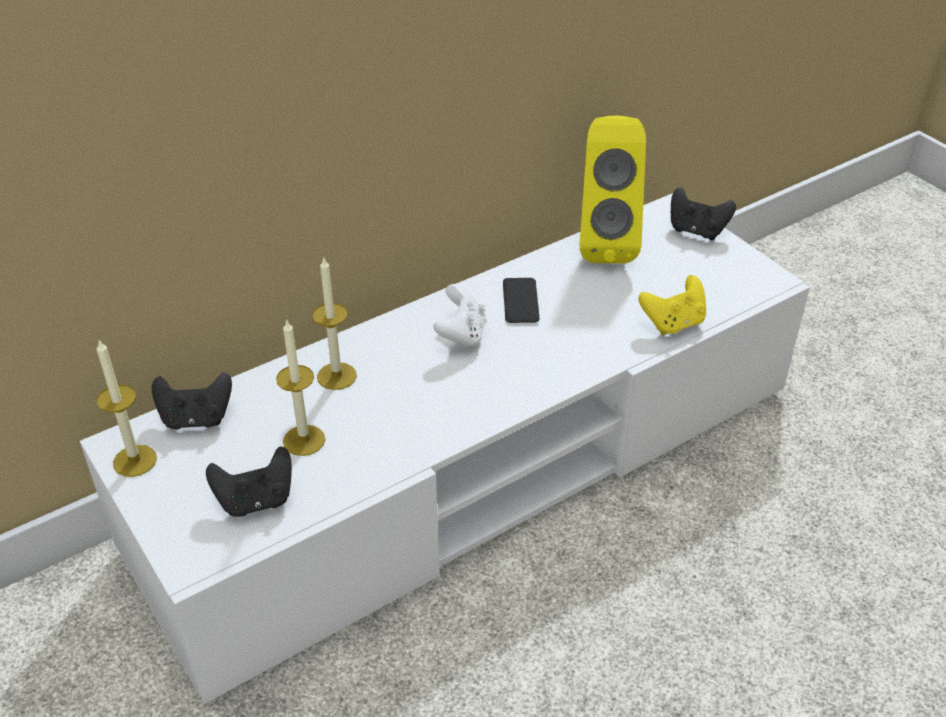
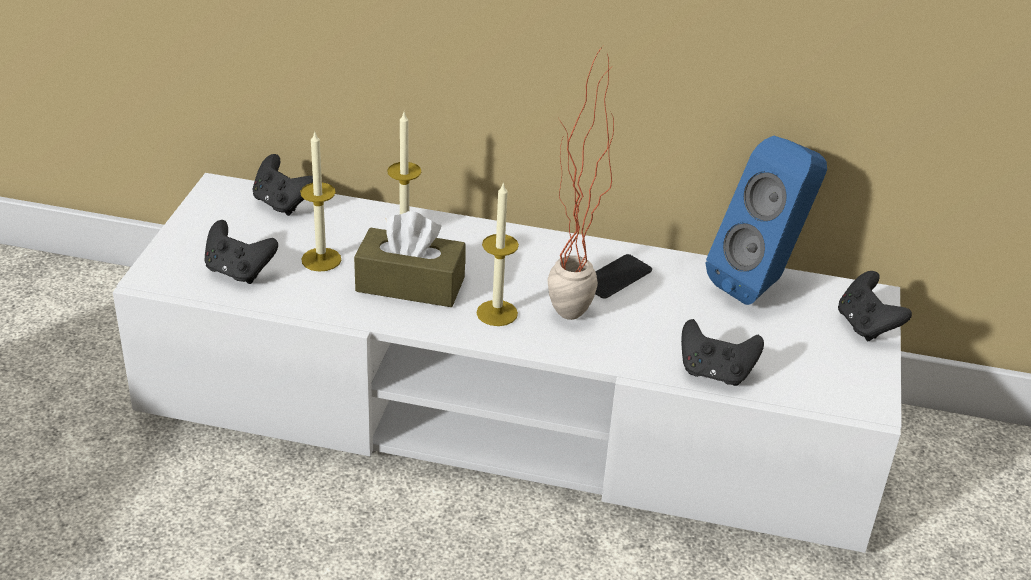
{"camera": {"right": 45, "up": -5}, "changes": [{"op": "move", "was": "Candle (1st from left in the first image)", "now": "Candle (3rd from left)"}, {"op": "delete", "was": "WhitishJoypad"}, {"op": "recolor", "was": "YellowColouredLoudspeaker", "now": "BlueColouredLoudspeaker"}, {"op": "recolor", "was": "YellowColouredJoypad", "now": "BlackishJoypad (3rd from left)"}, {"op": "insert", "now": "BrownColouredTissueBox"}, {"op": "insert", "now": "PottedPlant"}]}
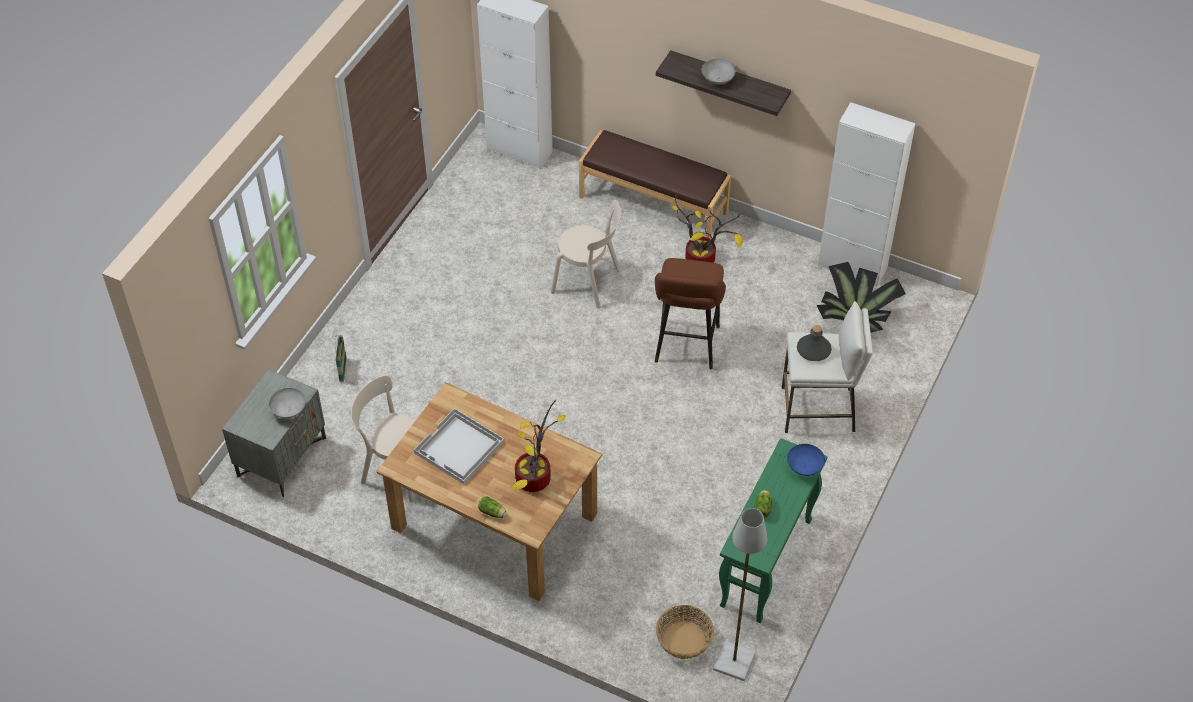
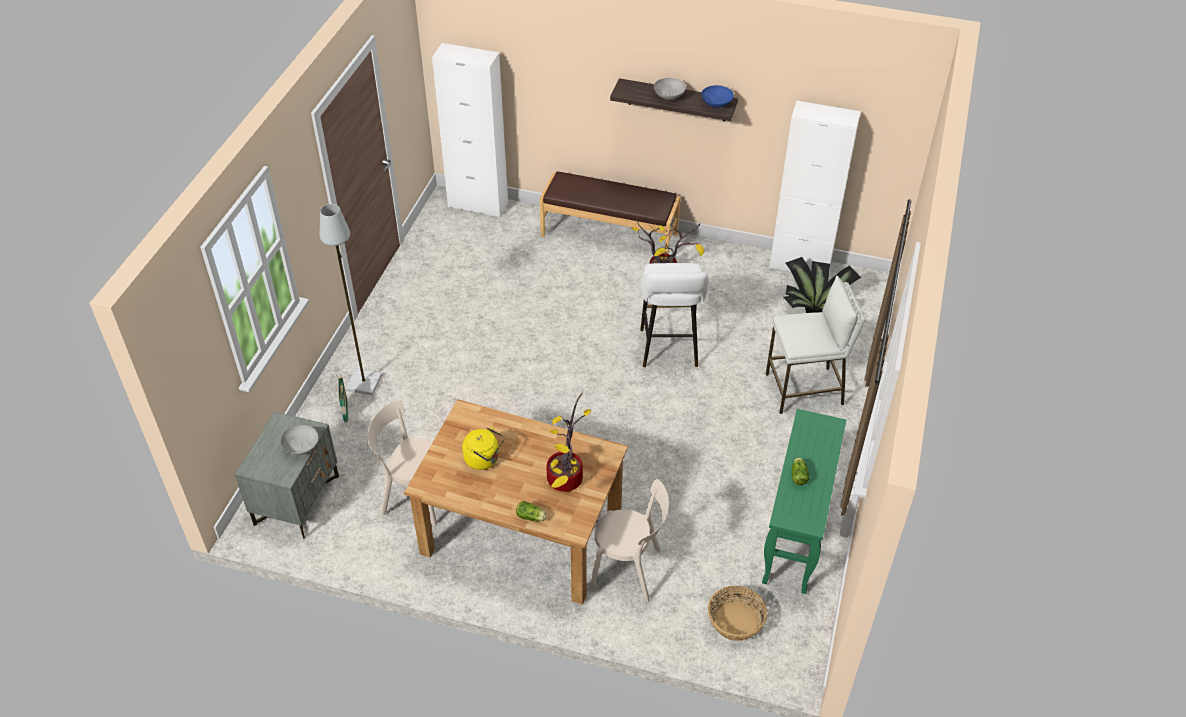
{"camera": {"right": -10, "up": -5}, "changes": [{"op": "replace", "was": "WhitishCarryingTray", "now": "YellowColouredWaterKettle"}, {"op": "move", "was": "SandColouredPlainChair (2nd from left)"}, {"op": "recolor", "was": "BrownColouredStoolSeat", "now": "WhitishStoolSeat (1st from left)"}, {"op": "move", "was": "GreyFloorLamp"}, {"op": "move", "was": "BlueColouredDeepDish"}, {"op": "delete", "was": "GreyBottle"}]}
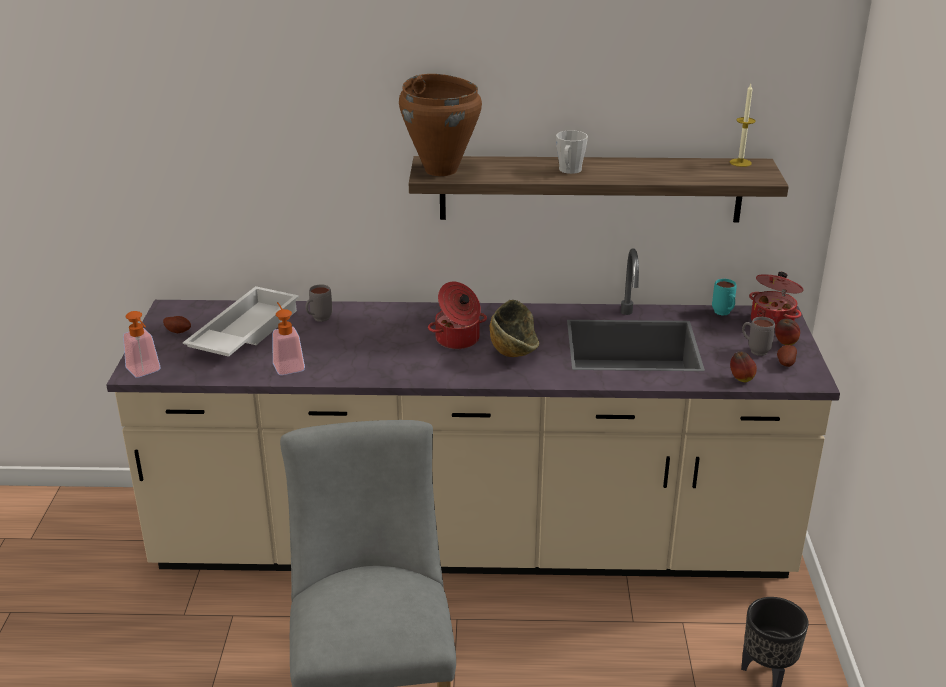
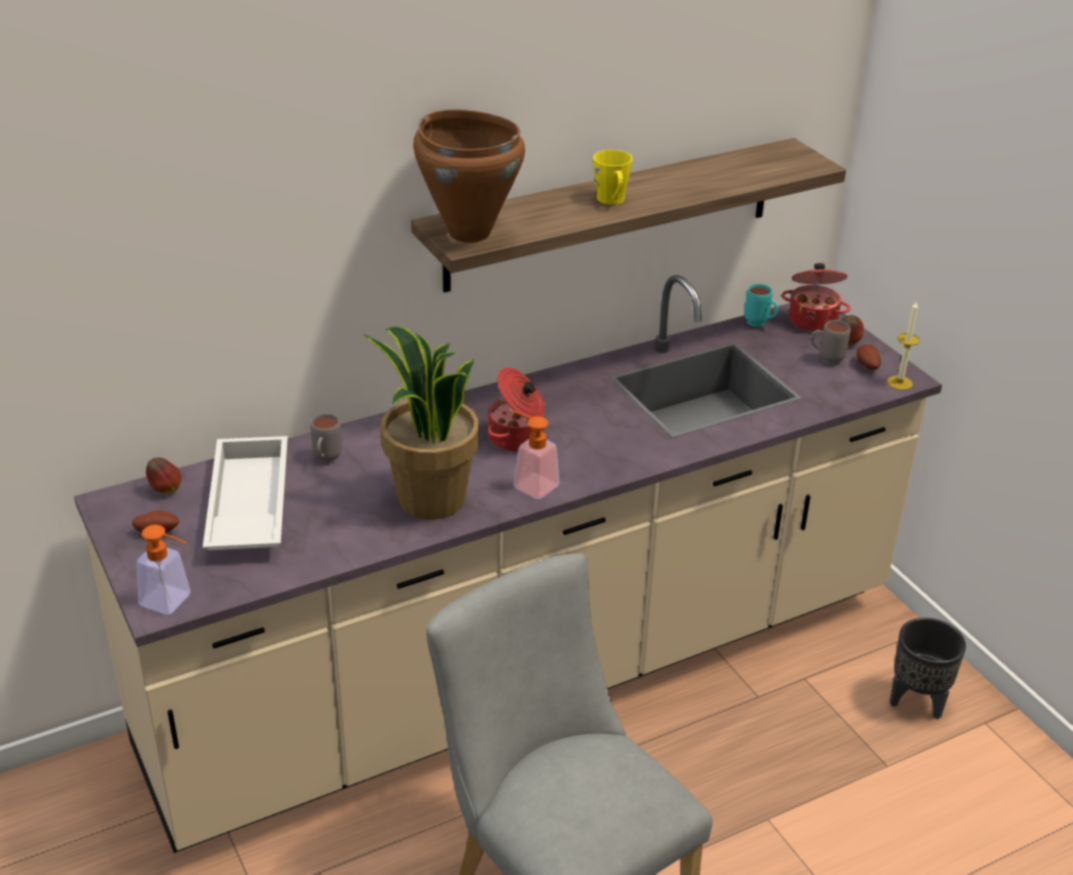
{"camera": {"right": -30, "up": 5}, "changes": [{"op": "move", "was": "LiquidSoapBottle (2nd from left)"}, {"op": "delete", "was": "DeepDish"}, {"op": "recolor", "was": "GreyTeaMug (2nd from left)", "now": "YellowColouredTeaMug"}, {"op": "move", "was": "Candle"}, {"op": "move", "was": "Apple (1st from left)"}, {"op": "insert", "now": "PottedPlant"}]}
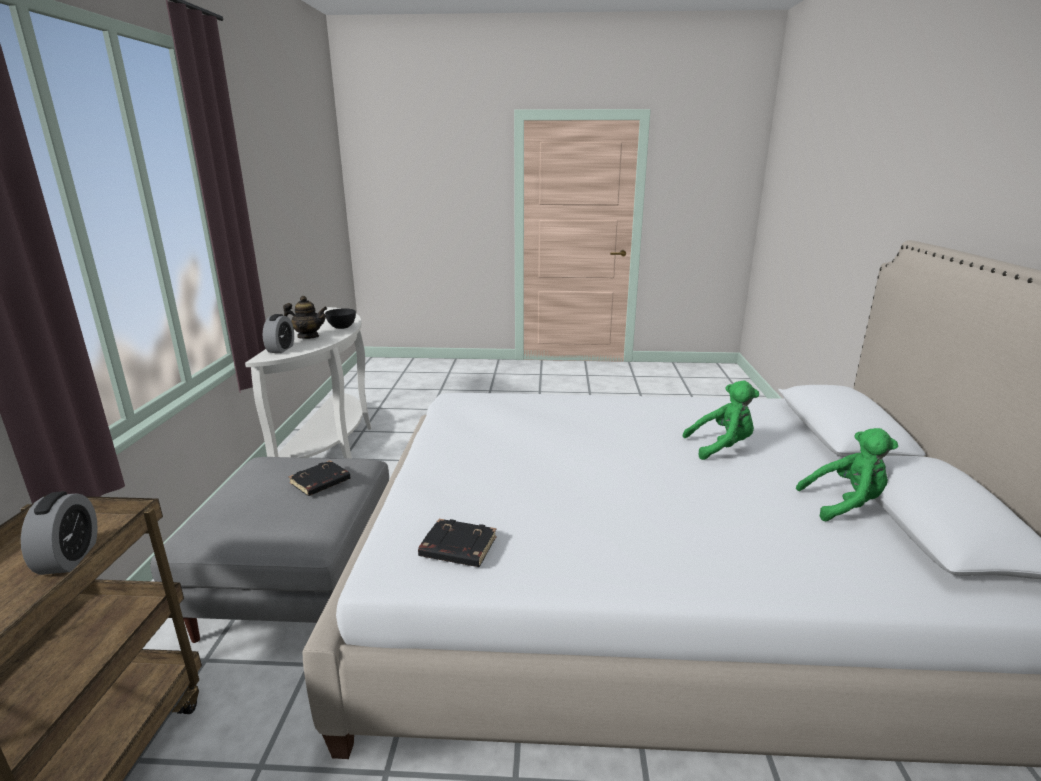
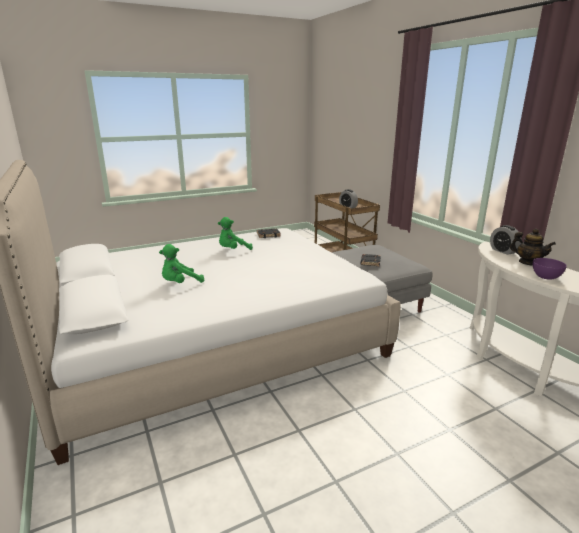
{"camera": {"right": 150, "up": 0}, "changes": [{"op": "rotate", "was": "PotForTea", "clockwise": -105}, {"op": "recolor", "was": "BlackishDeepDish", "now": "PurplishDeepDish"}, {"op": "move", "was": "GreenSoftToy (2nd from left)"}]}
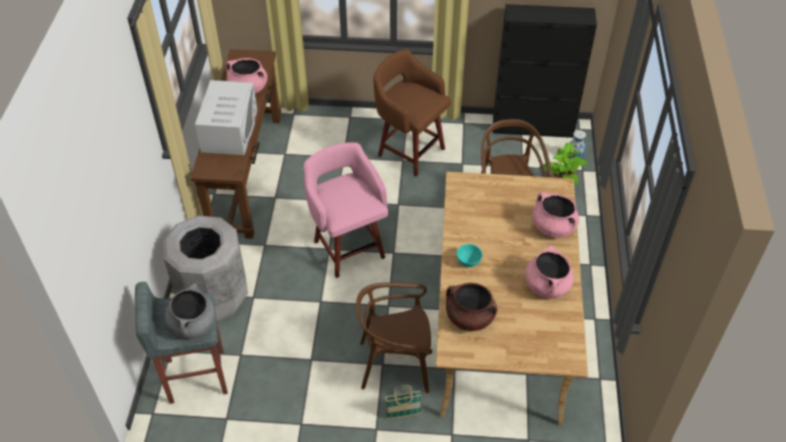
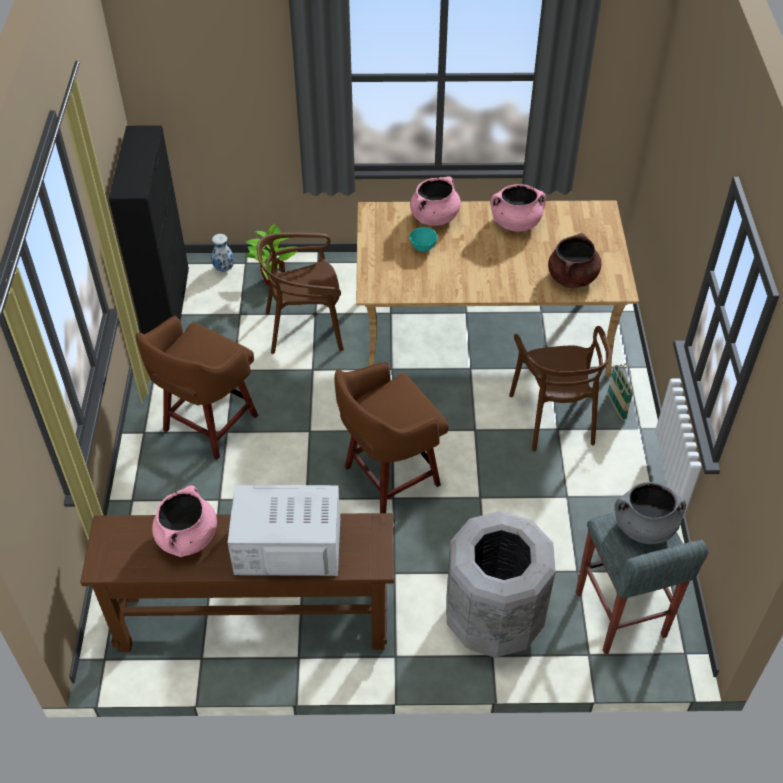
{"camera": {"right": -95, "up": 0}, "changes": [{"op": "recolor", "was": "PinkishStoolSeat", "now": "BrownColouredStoolSeat (2nd from left)"}, {"op": "move", "was": "TurquoiseDeepDish"}]}
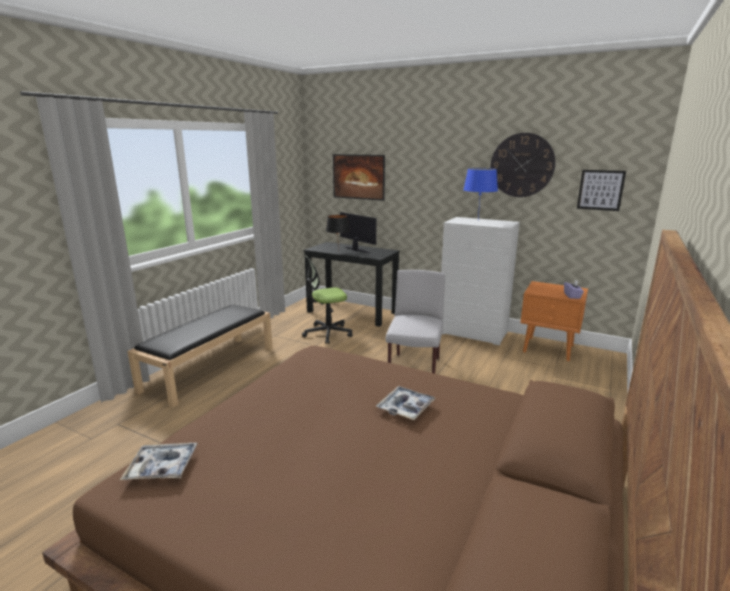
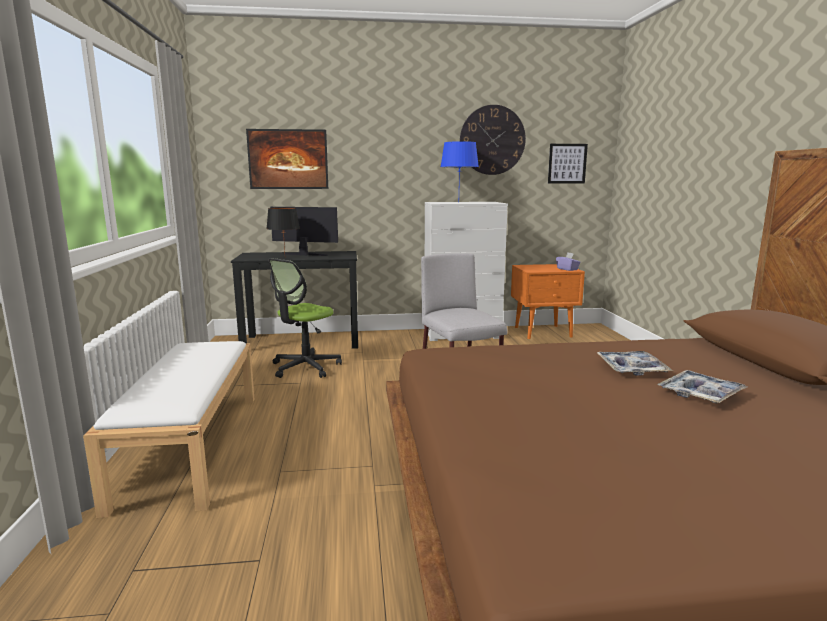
{"camera": {"right": -35, "up": -5}, "changes": [{"op": "move", "was": "CarryingTray (1st from left in the first image)", "now": "CarryingTray (2nd from left)"}, {"op": "recolor", "was": "BlackishIndoorBench", "now": "WhitishIndoorBench"}]}
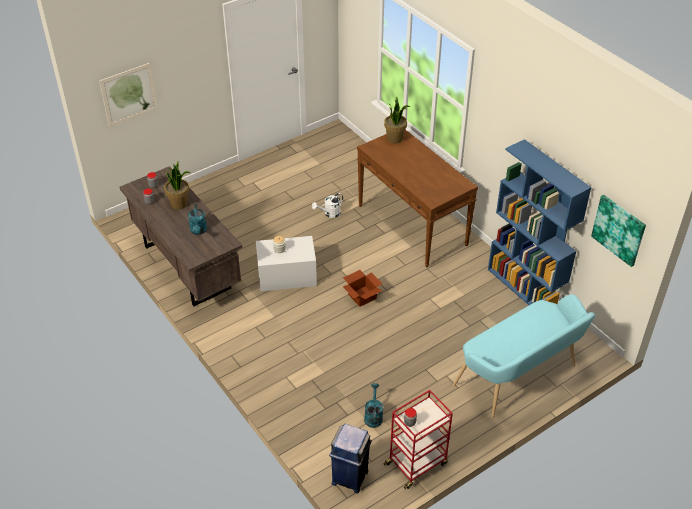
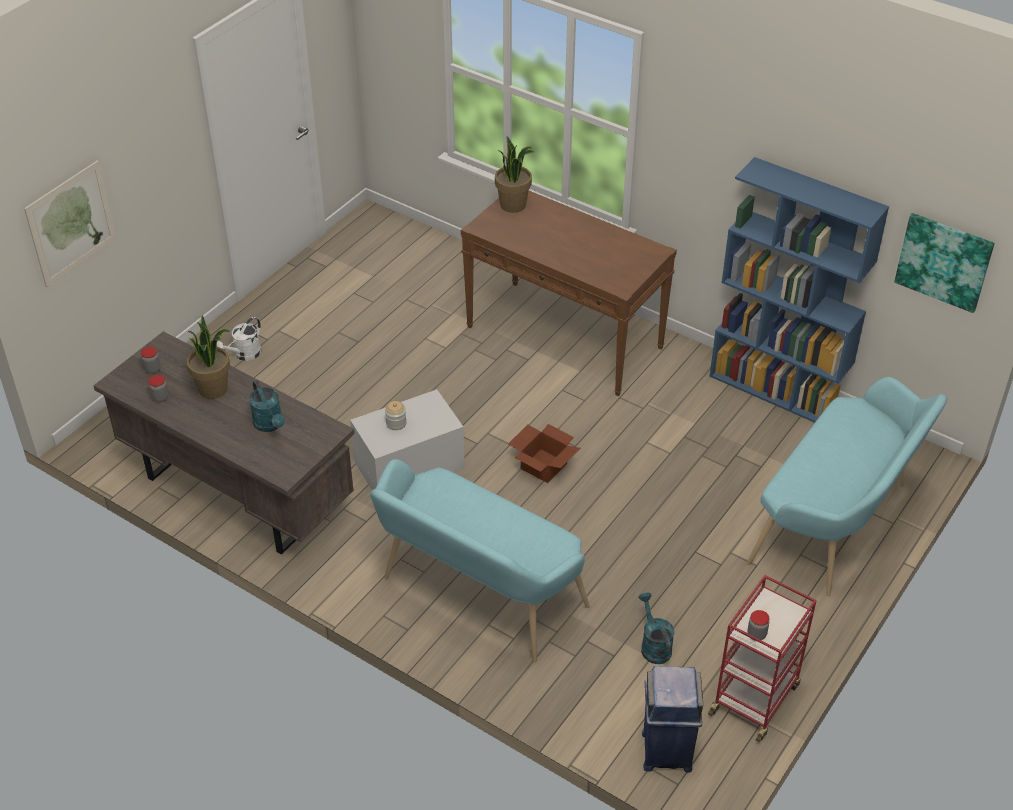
{"camera": {"right": -20, "up": 0}, "changes": [{"op": "move", "was": "WhitishWateringPot"}, {"op": "insert", "now": "TurquoiseIndoorBench (1st from left)"}]}
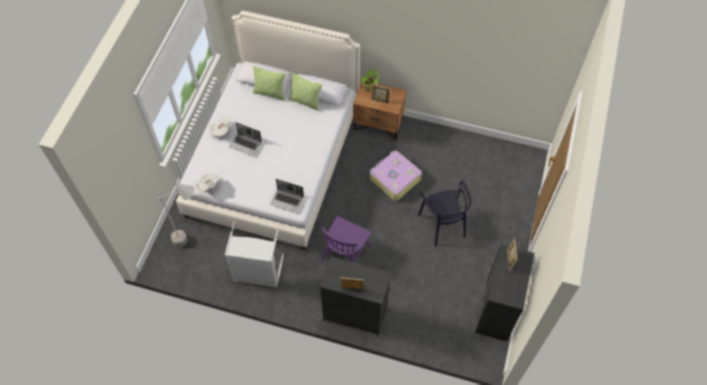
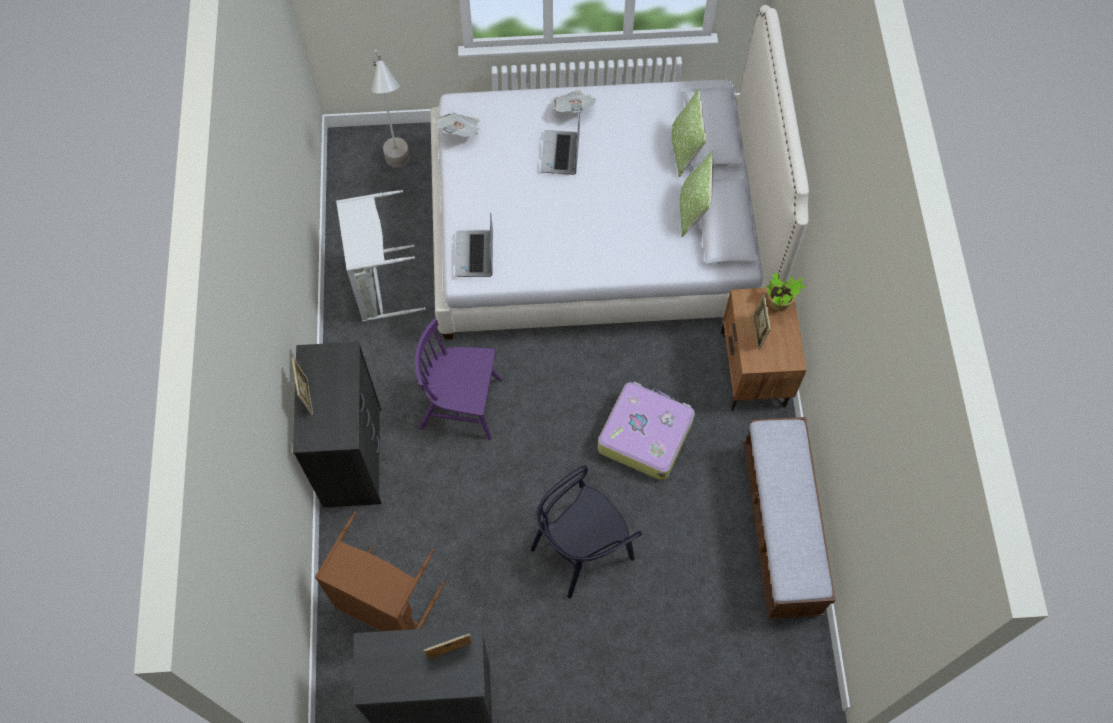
{"camera": {"right": 70, "up": 5}, "changes": [{"op": "insert", "now": "BrownColouredLaundryBasket"}, {"op": "insert", "now": "IndoorBench"}]}
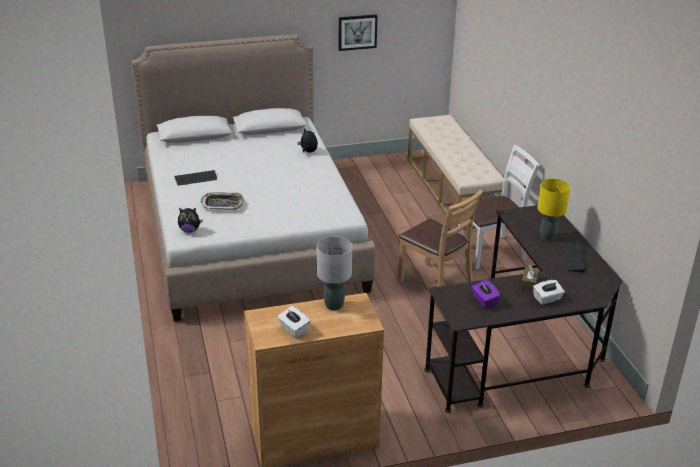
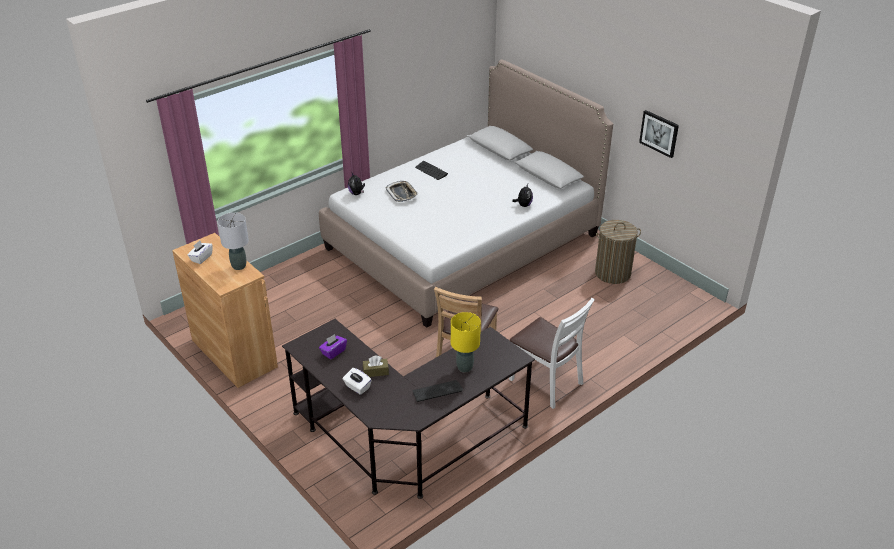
{"camera": {"right": 65, "up": 5}, "changes": [{"op": "delete", "was": "SandColouredIndoorBench"}, {"op": "insert", "now": "LaundryBasket"}]}
